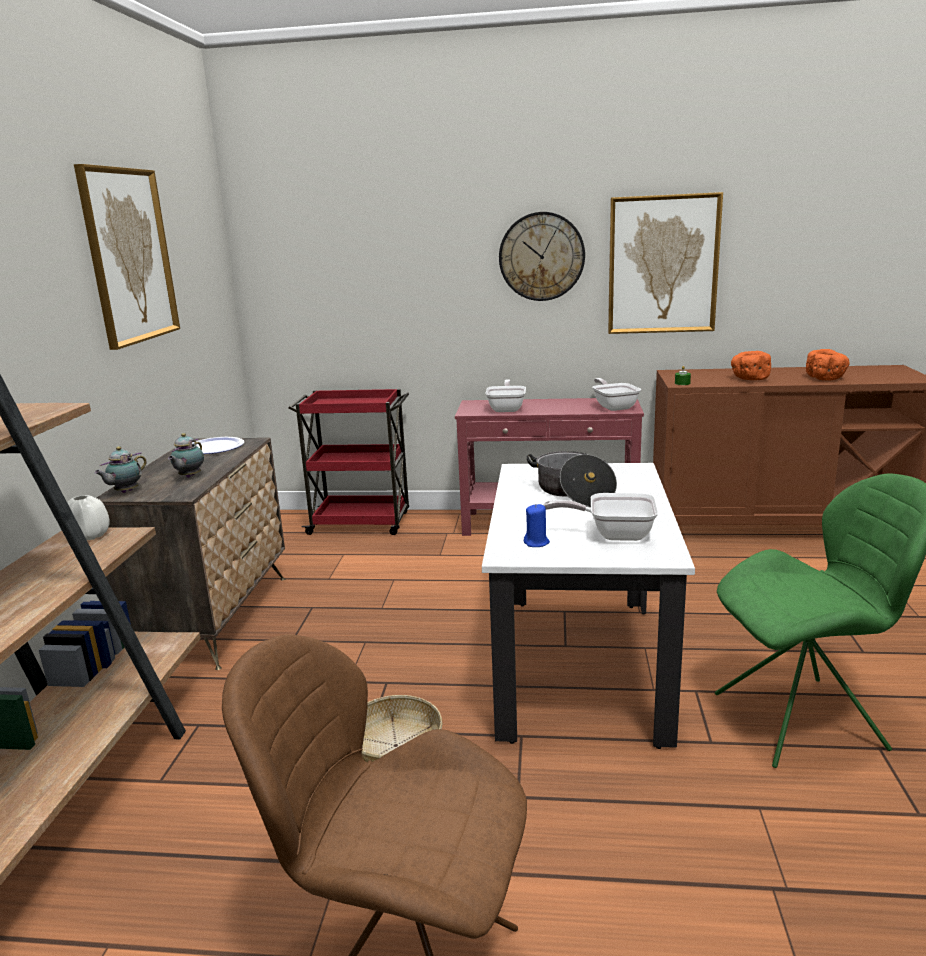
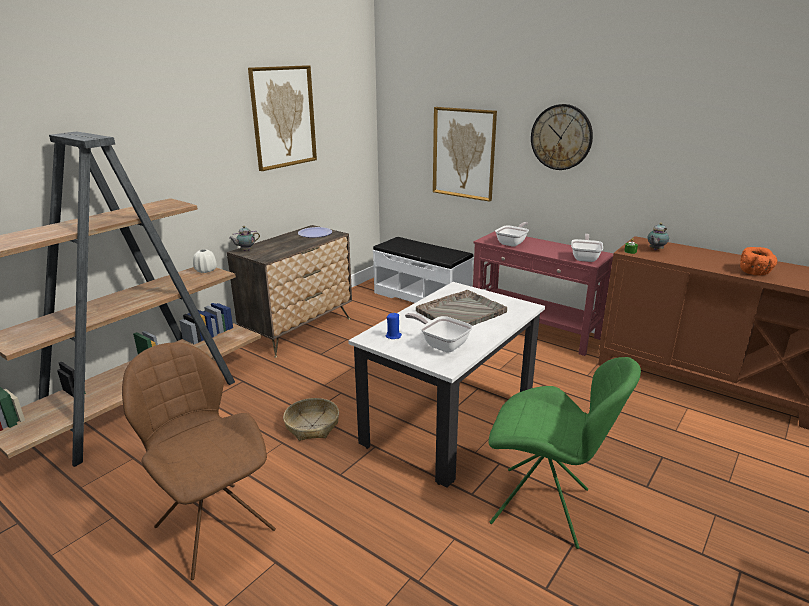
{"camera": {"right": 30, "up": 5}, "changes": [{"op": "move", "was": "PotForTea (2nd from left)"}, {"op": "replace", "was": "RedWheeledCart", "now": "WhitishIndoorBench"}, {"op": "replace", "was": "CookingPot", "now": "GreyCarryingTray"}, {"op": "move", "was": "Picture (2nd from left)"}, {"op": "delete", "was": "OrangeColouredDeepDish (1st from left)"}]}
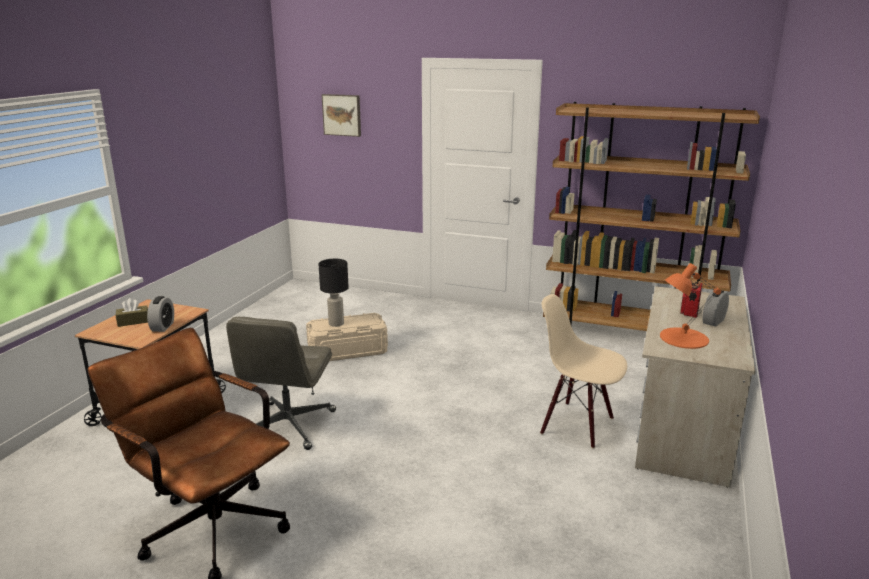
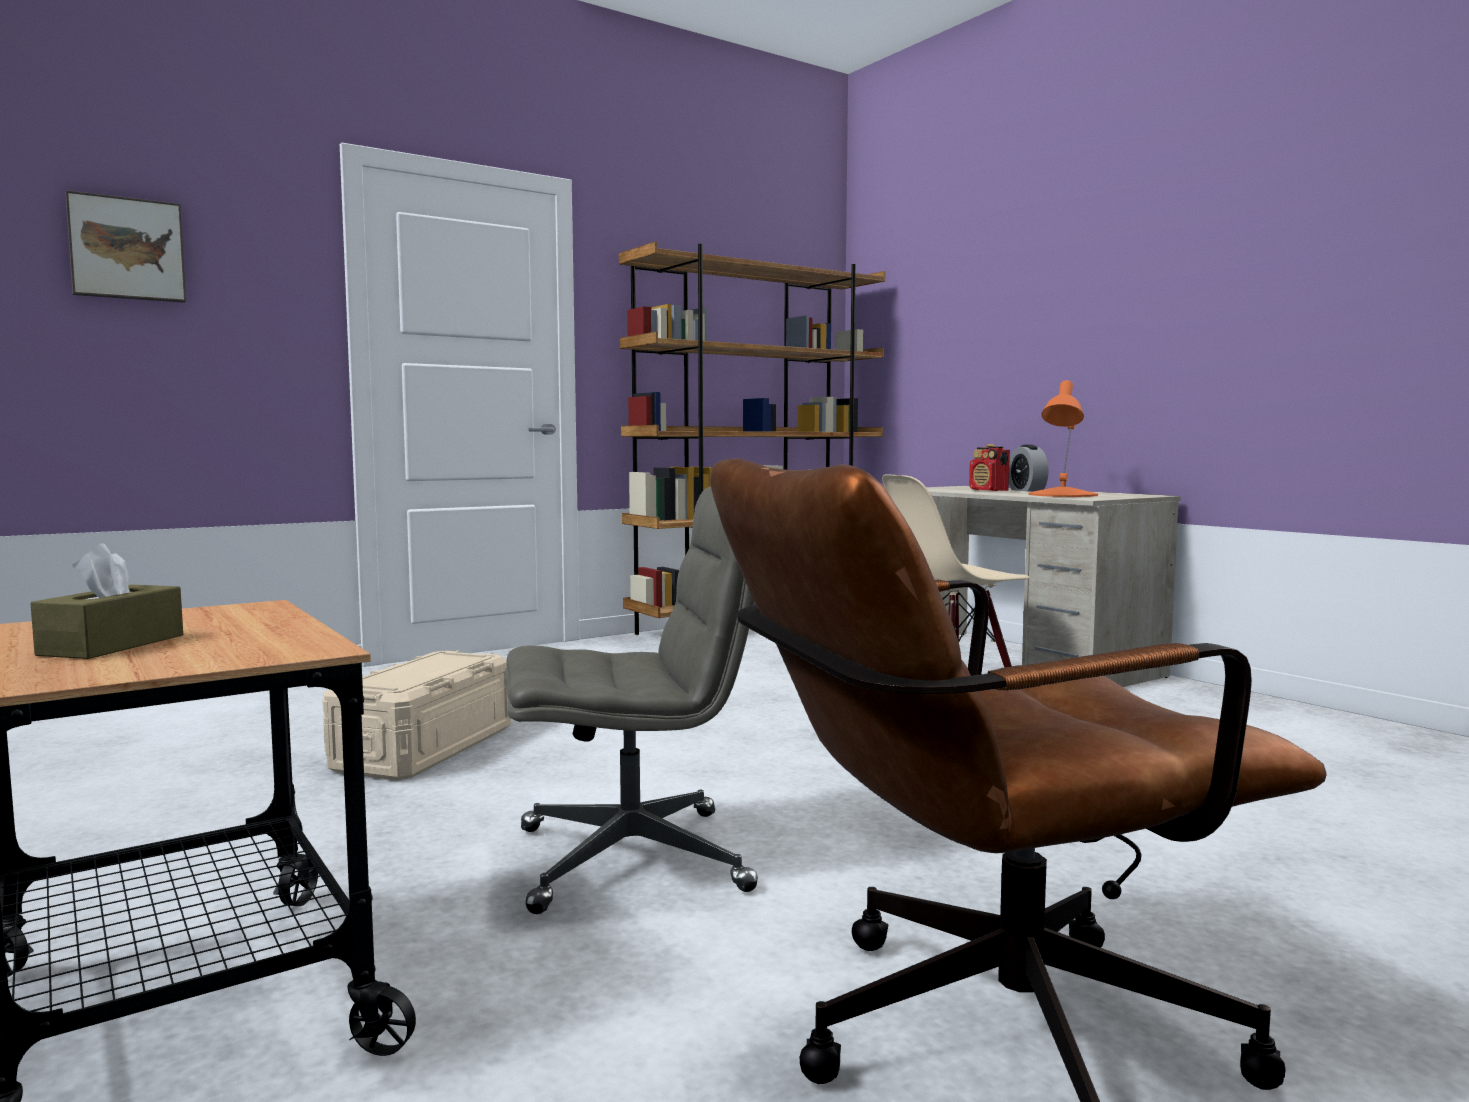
{"camera": {"right": -55, "up": -15}, "changes": [{"op": "delete", "was": "BedsideClock (1st from left)"}, {"op": "rotate", "was": "GreyComputerChair", "clockwise": -60}, {"op": "delete", "was": "BlackishTableLamp"}]}
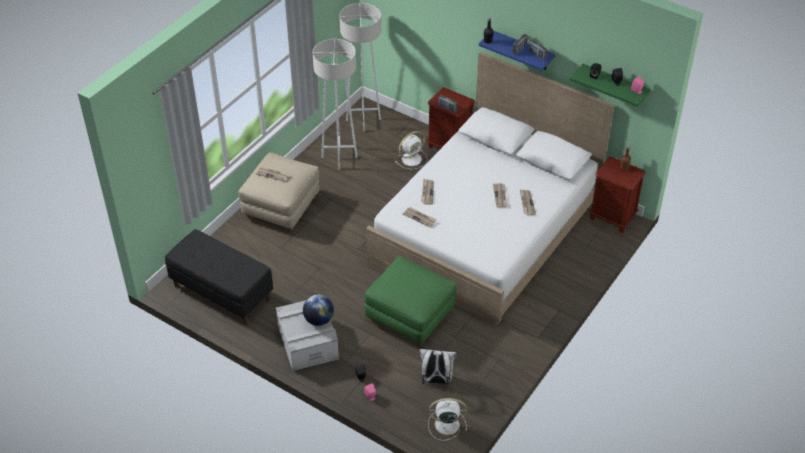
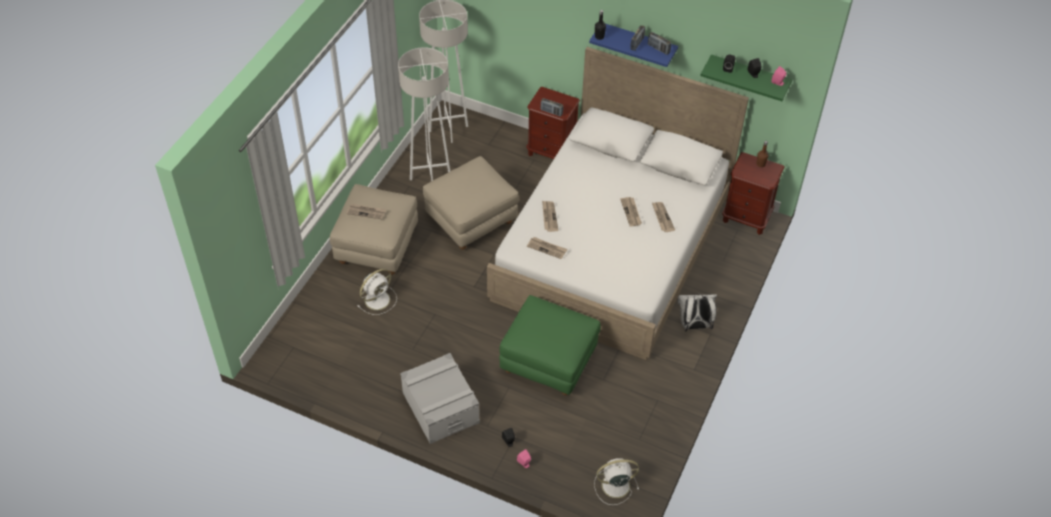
{"camera": {"right": -10, "up": 5}, "changes": [{"op": "delete", "was": "BlackishIndoorBench"}, {"op": "delete", "was": "WorldGlobe"}, {"op": "move", "was": "WhitishElectricFan (1st from left)"}, {"op": "move", "was": "WhitishBackpack"}, {"op": "insert", "now": "SandColouredOttoman (2nd from left)"}]}
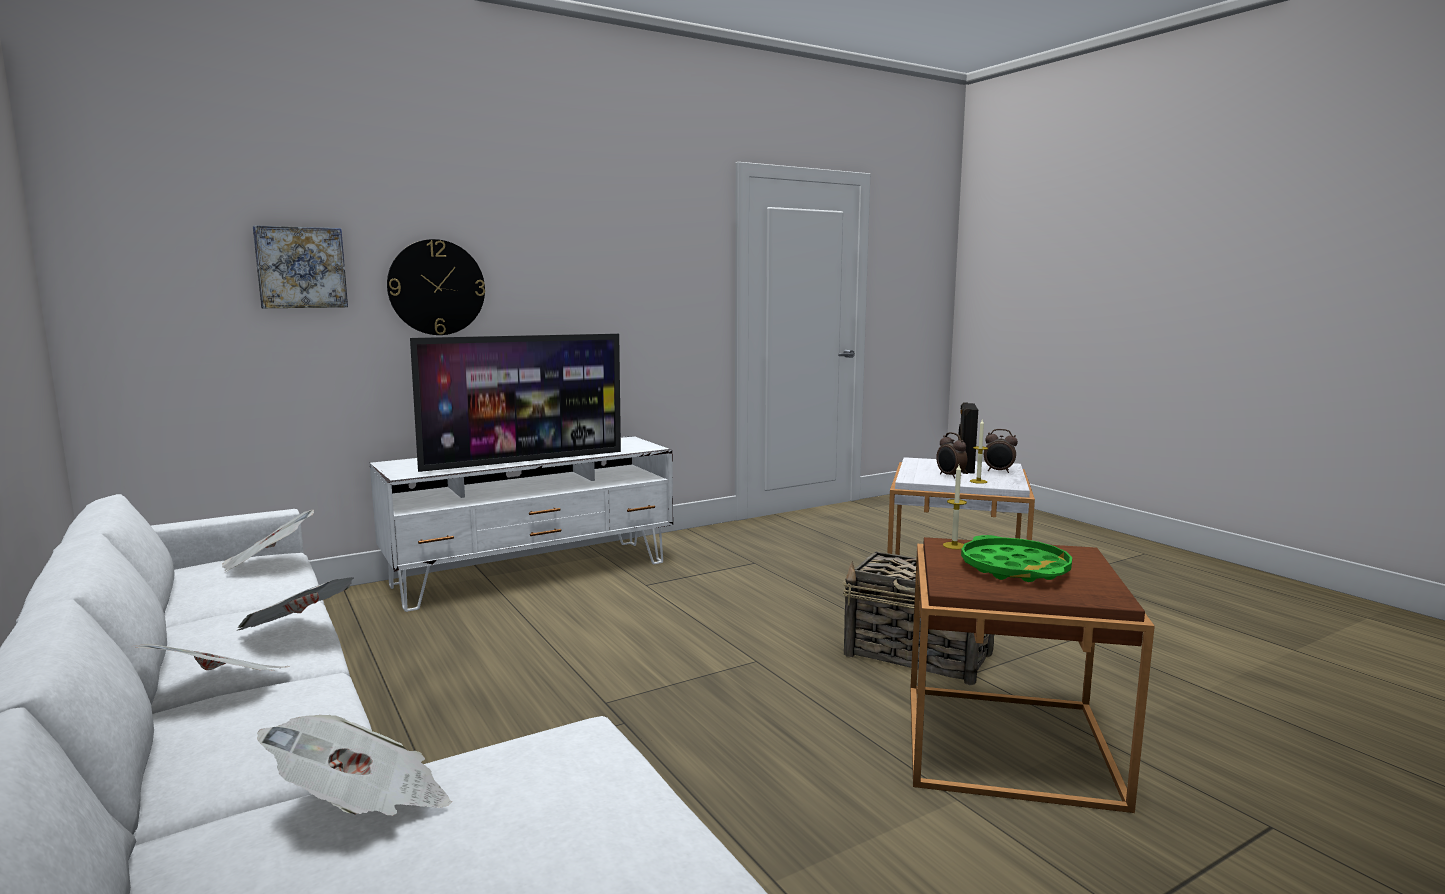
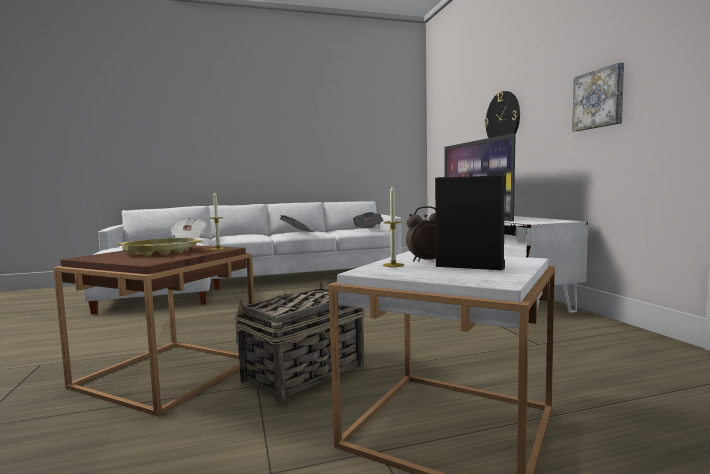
{"camera": {"right": 105, "up": -5}, "changes": [{"op": "delete", "was": "PrintedPaper (1st from left)"}, {"op": "move", "was": "Picture"}, {"op": "recolor", "was": "GreenCarryingTray", "now": "YellowColouredCarryingTray"}, {"op": "delete", "was": "BedsideClock (2nd from left)"}]}
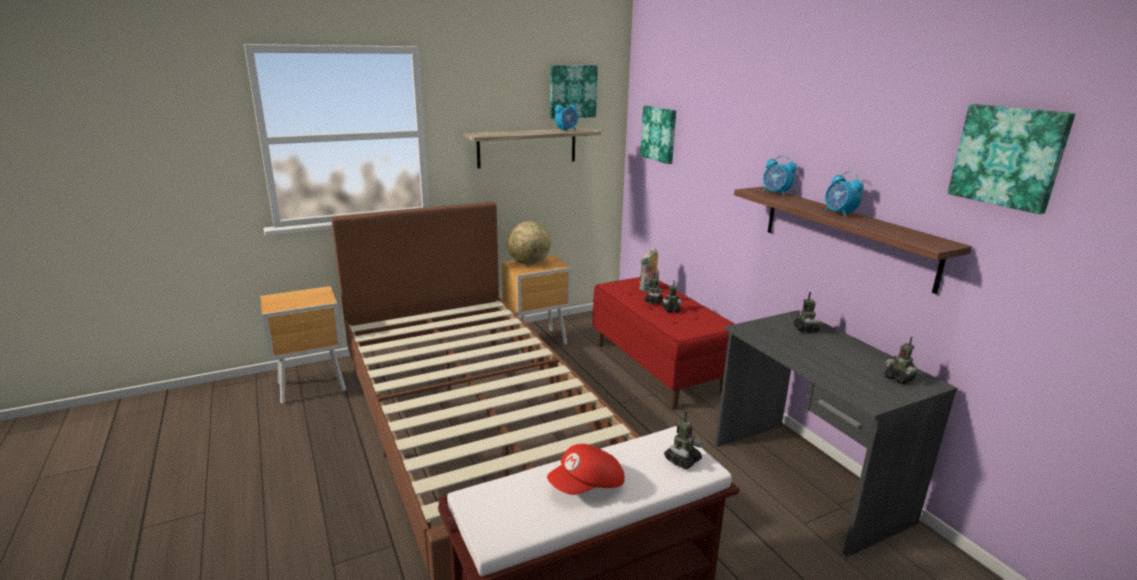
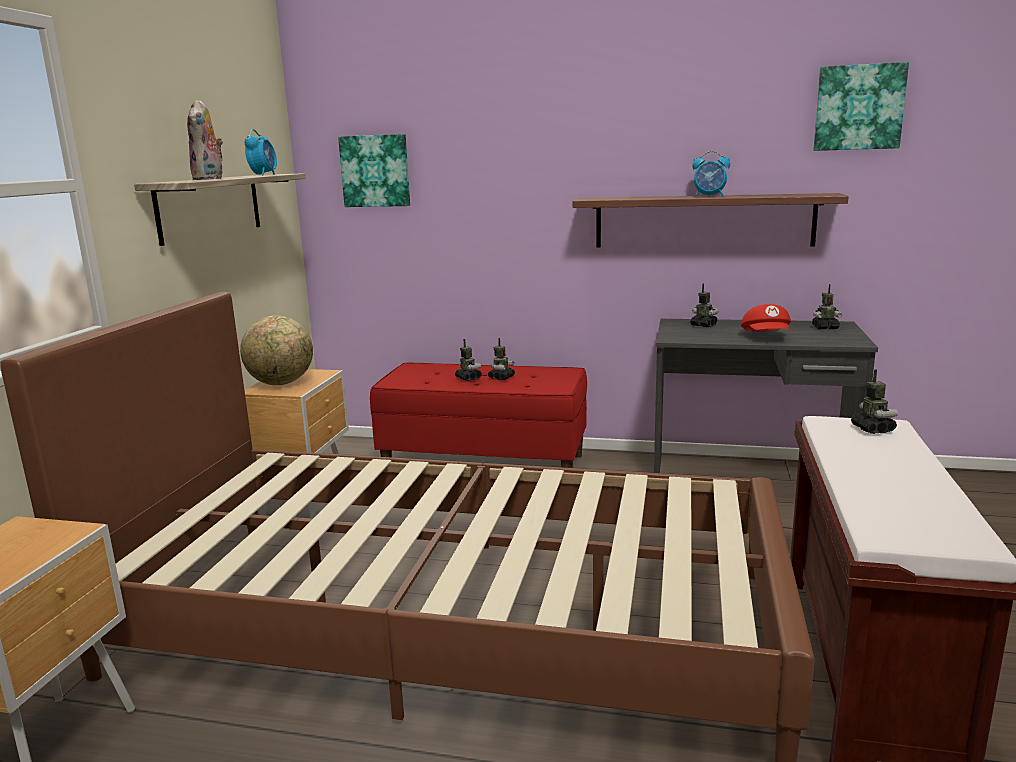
{"camera": {"right": -50, "up": -5}, "changes": [{"op": "move", "was": "RedPeakedCap"}, {"op": "delete", "was": "Picture (1st from left)"}, {"op": "move", "was": "SoftToy"}, {"op": "delete", "was": "BedsideClock (2nd from left)"}]}
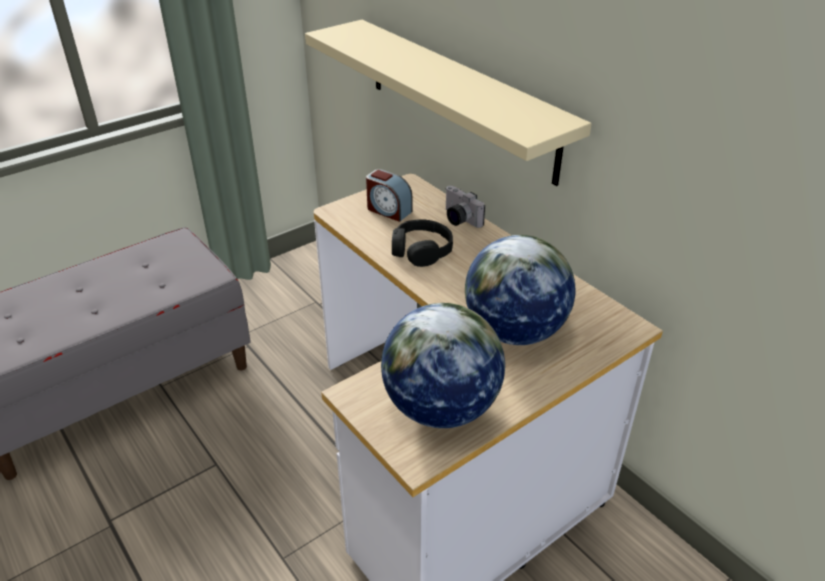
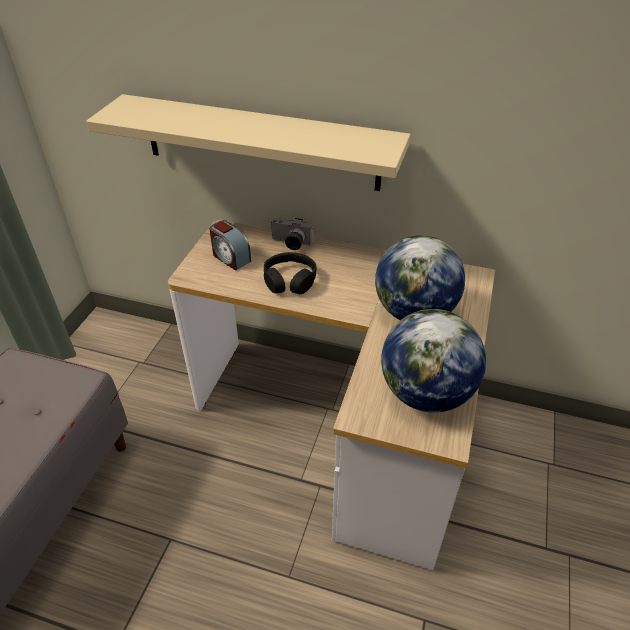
{"camera": {"right": -35, "up": 5}, "changes": [{"op": "rotate", "was": "BedsideClock", "clockwise": 45}]}
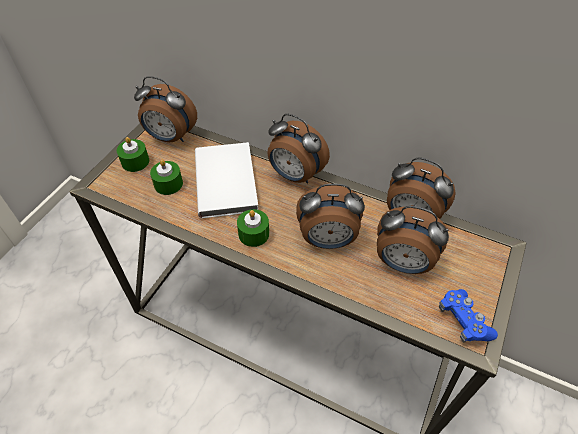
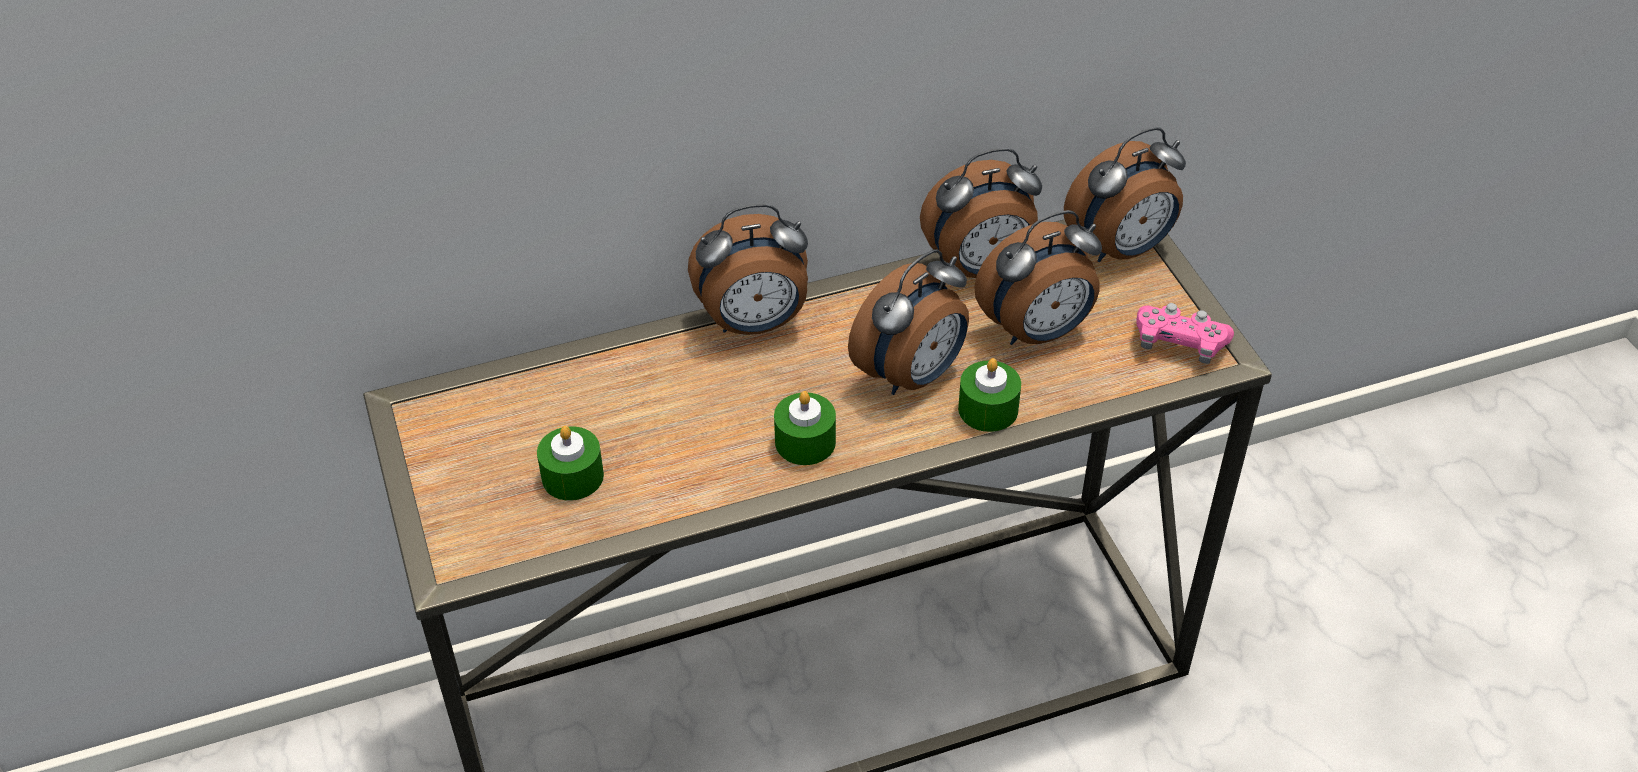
{"camera": {"right": -45, "up": -5}, "changes": [{"op": "move", "was": "GreenCandle (1st from left in the first image)", "now": "GreenCandle (3rd from left)"}, {"op": "move", "was": "BedsideClock (1st from left in the first image)", "now": "BedsideClock (5th from left)"}, {"op": "delete", "was": "WhitishBoundBook"}, {"op": "recolor", "was": "BlueColouredJoypad", "now": "PinkishJoypad"}]}
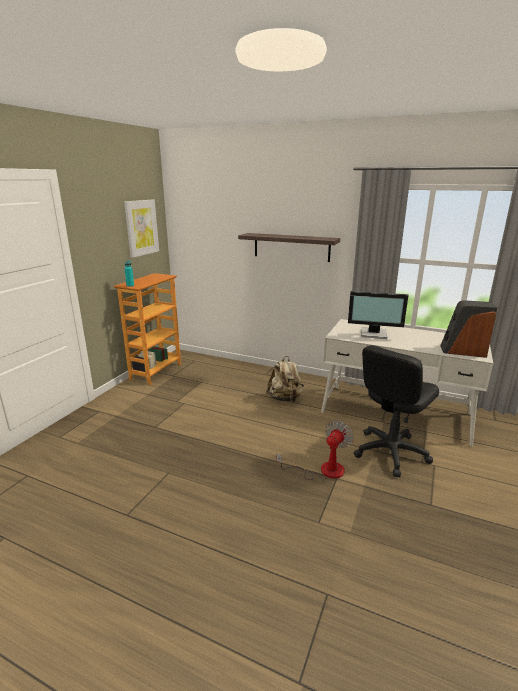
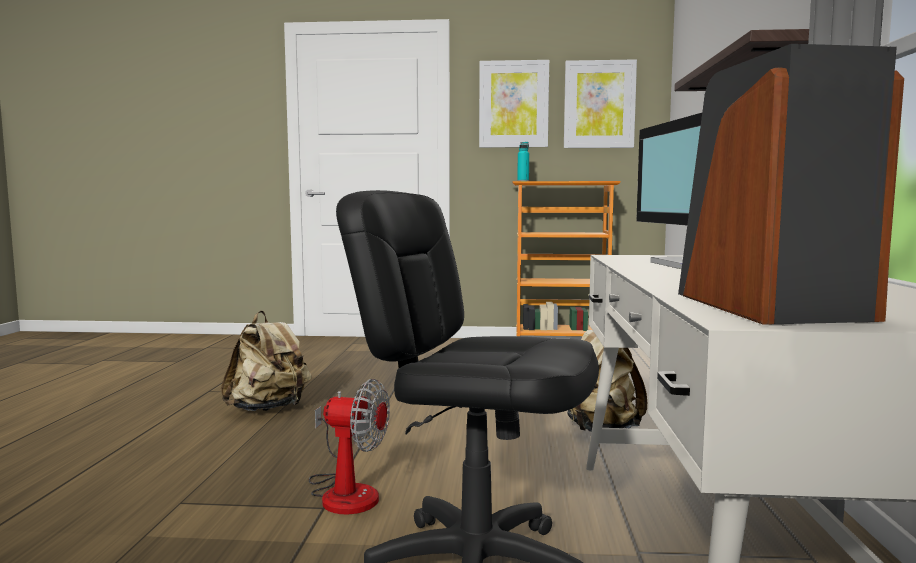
{"camera": {"right": 70, "up": -15}, "changes": [{"op": "insert", "now": "SandColouredBackpack (1st from left)"}, {"op": "insert", "now": "Picture (1st from left)"}]}
